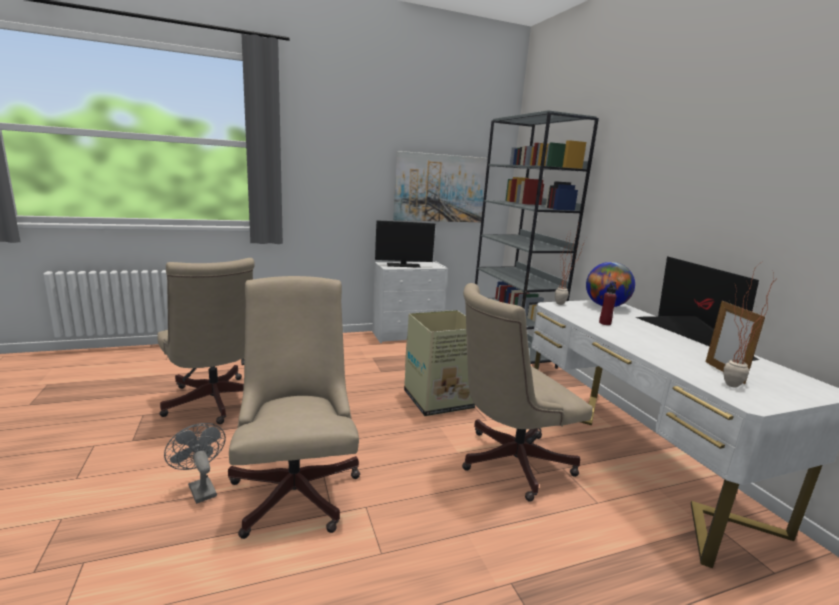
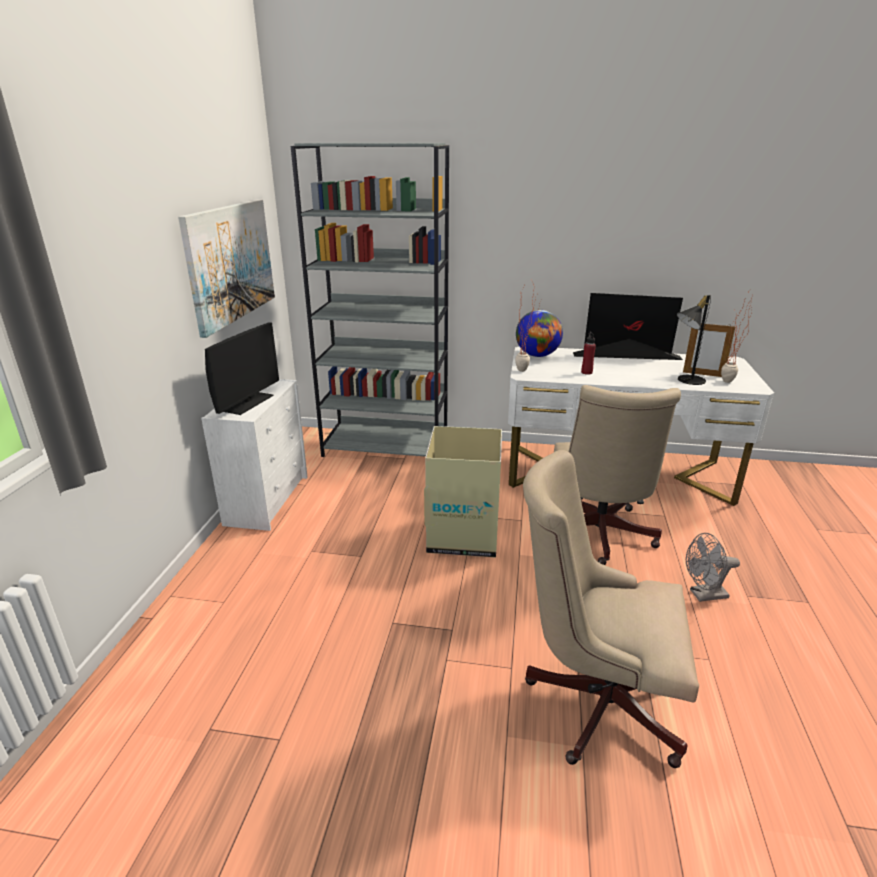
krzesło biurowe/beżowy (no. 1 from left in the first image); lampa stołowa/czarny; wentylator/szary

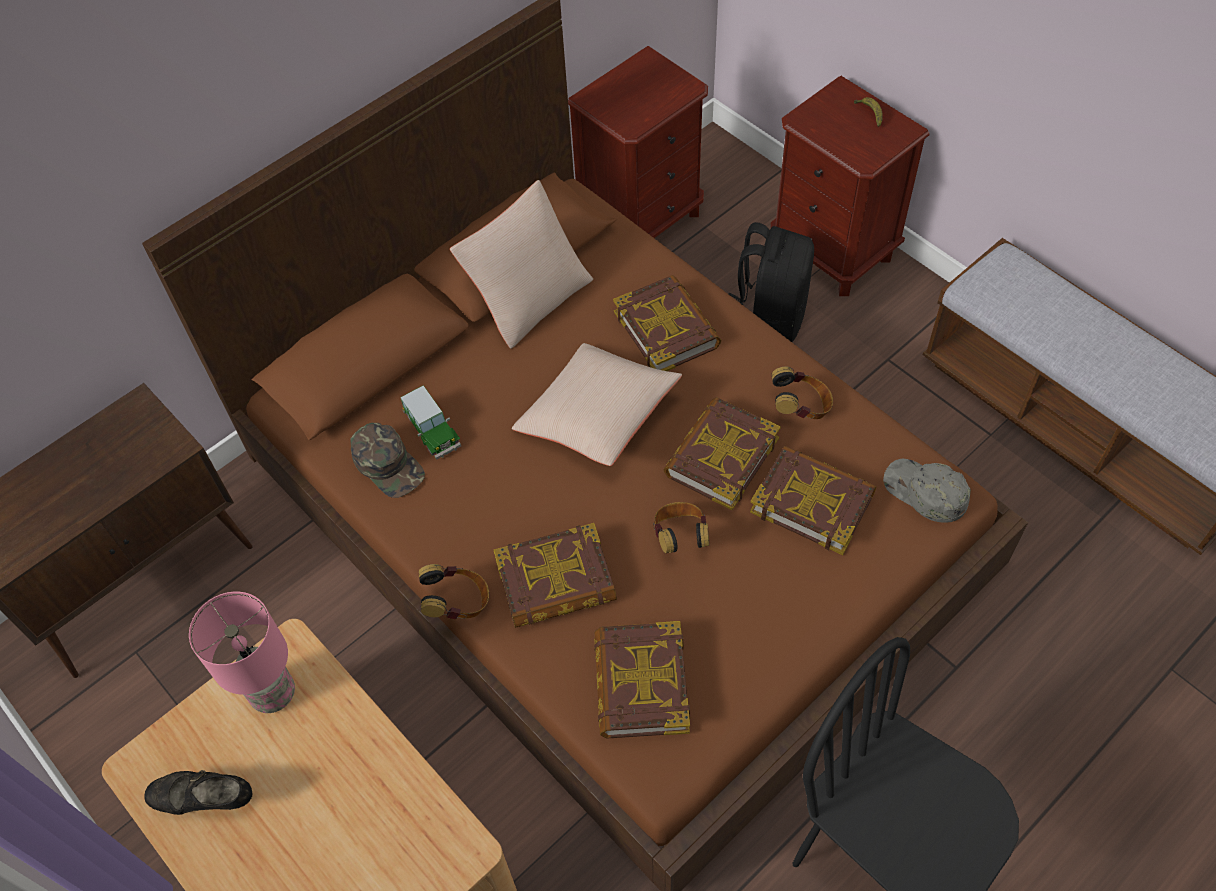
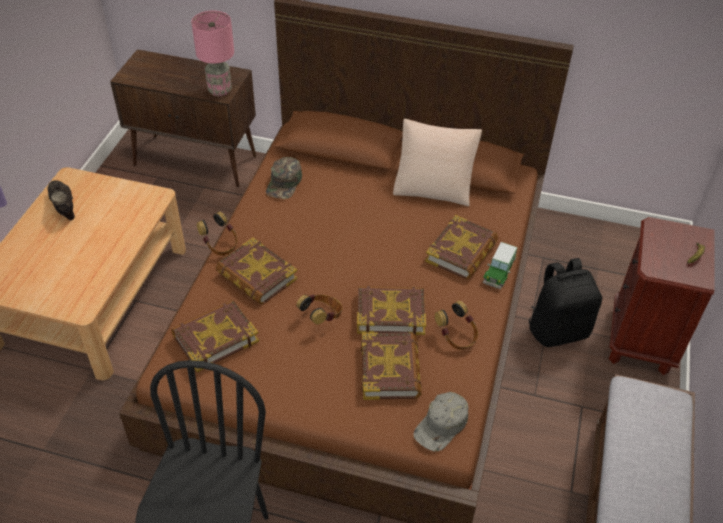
poduszka/beżowy (no. 2 from left in the first image); szafka nocna/brązowy (no. 1 from left in the first image); lampa stołowa/różowy; samochodzik; czapka z daszkiem/szary

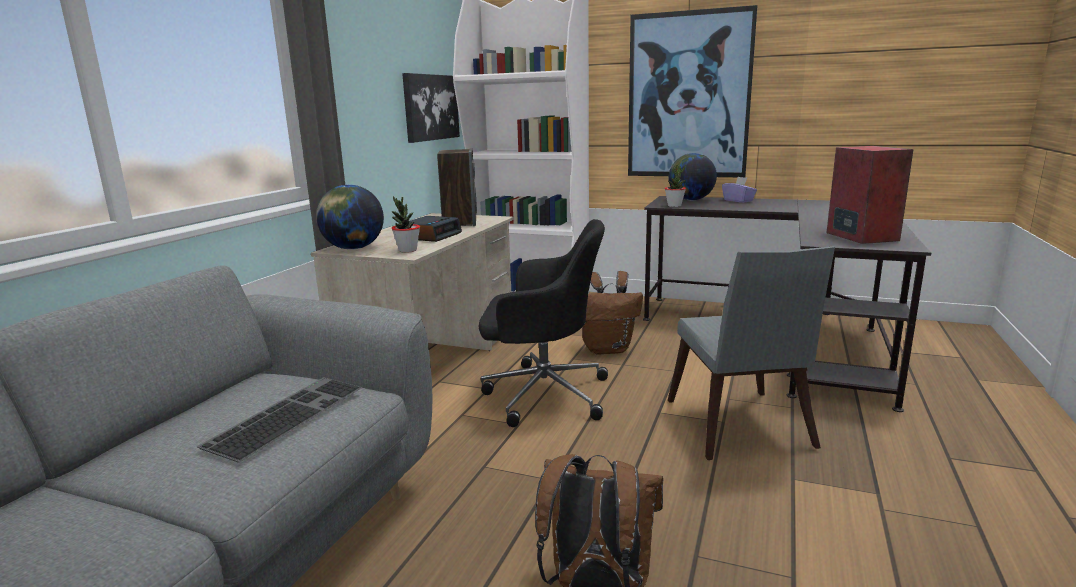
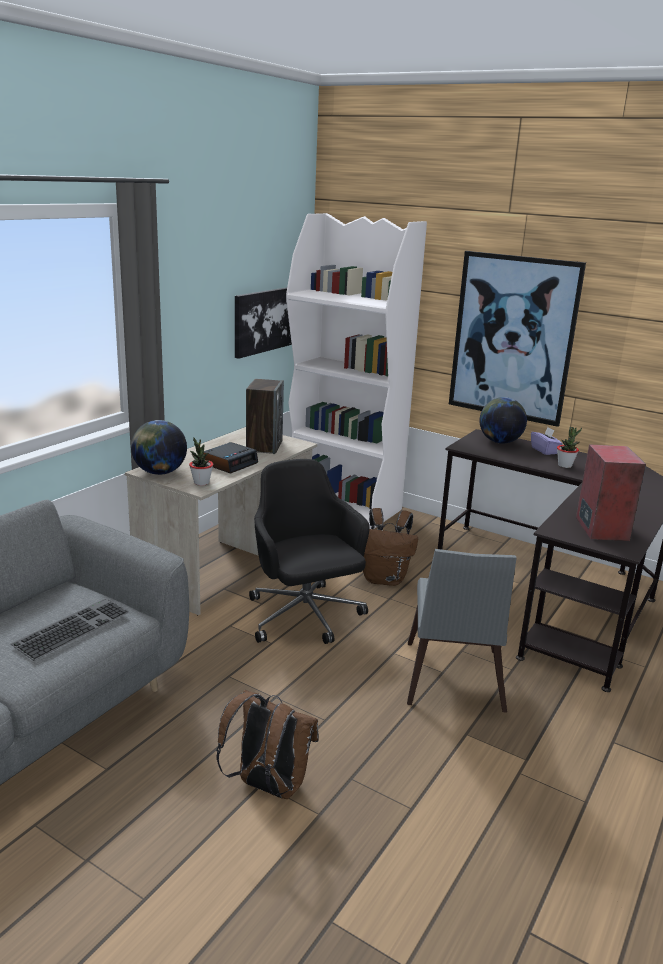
roślina doniczkowa (no. 2 from left); krzesło biurowe/czarny

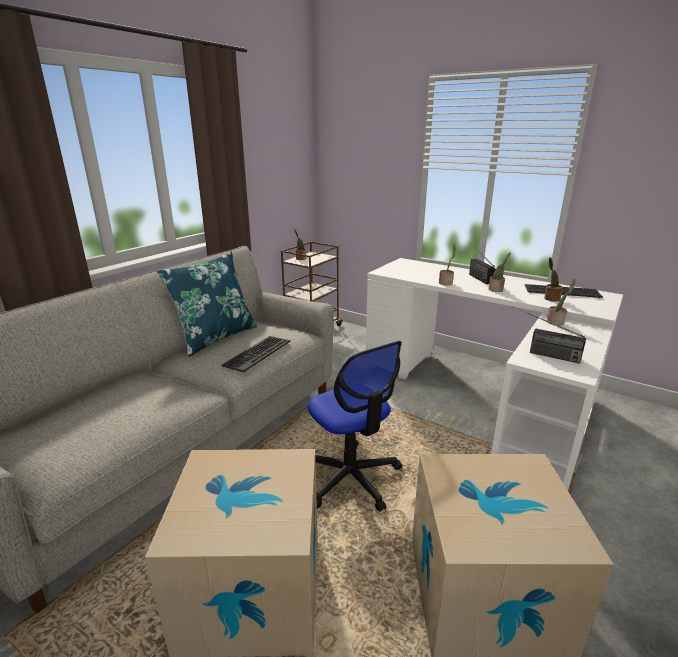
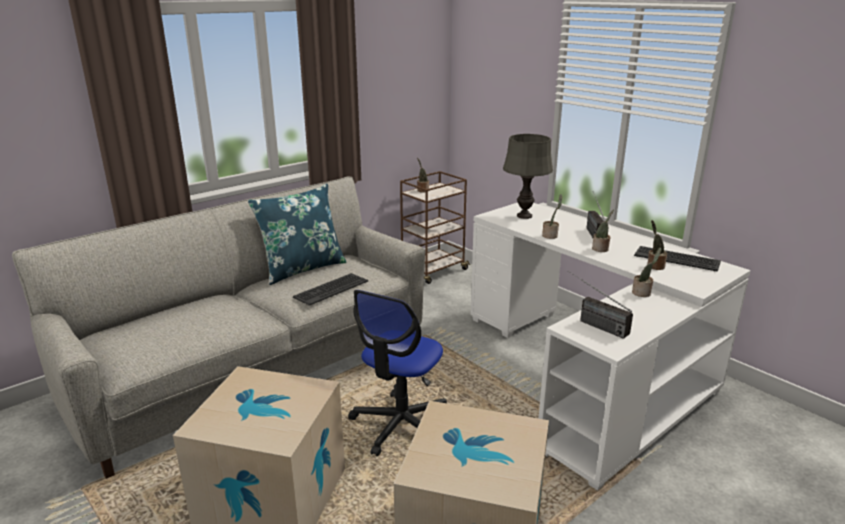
lampa stołowa/szary; krzesło biurowe

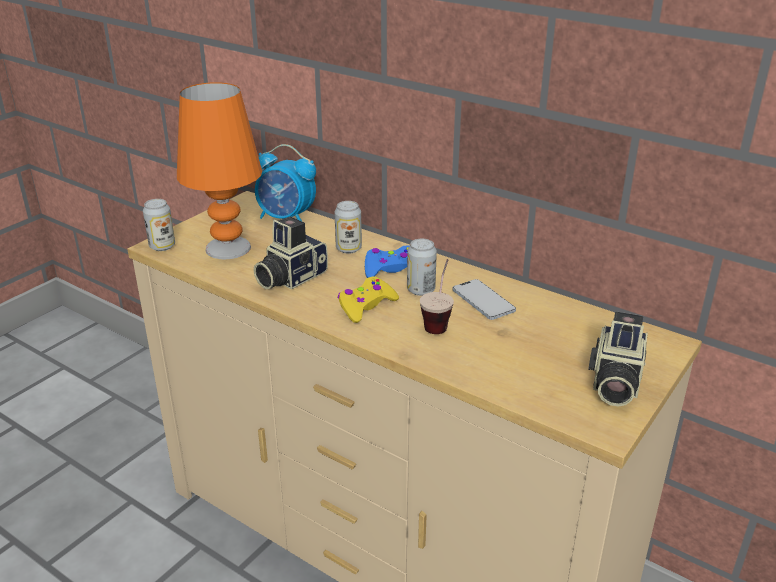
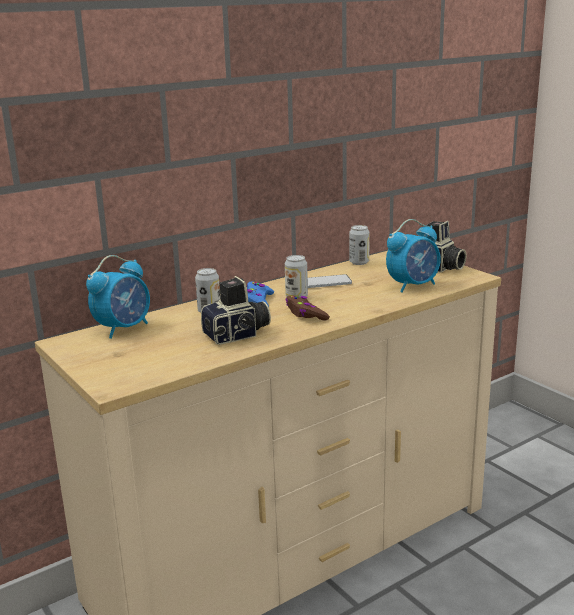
lampa stołowa/pomarańczowy; filiżanka; budzik (no. 2 from left); puszka (no. 3 from left); pad do gier/brązowy; aparat fotograficzny (no. 1 from left)

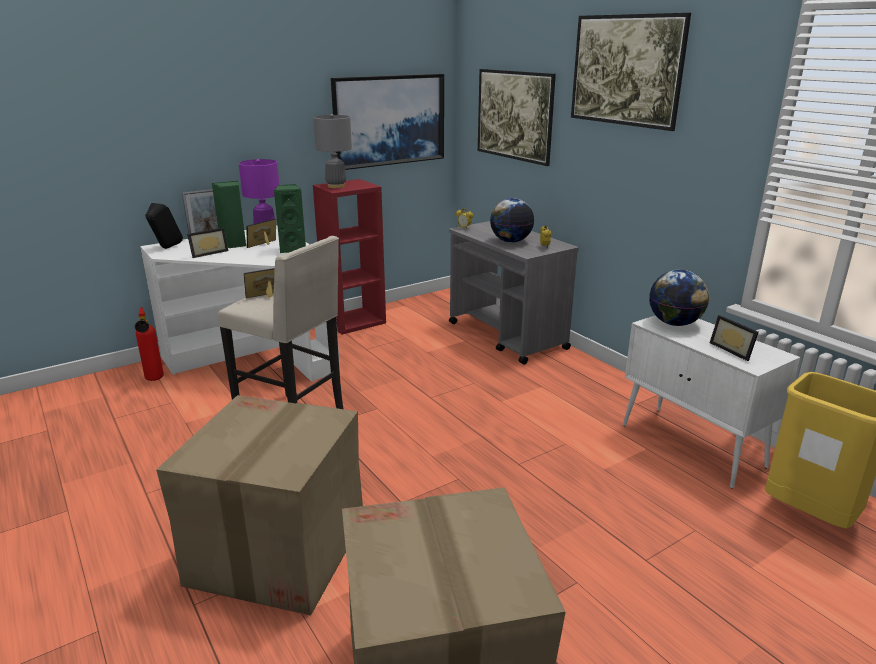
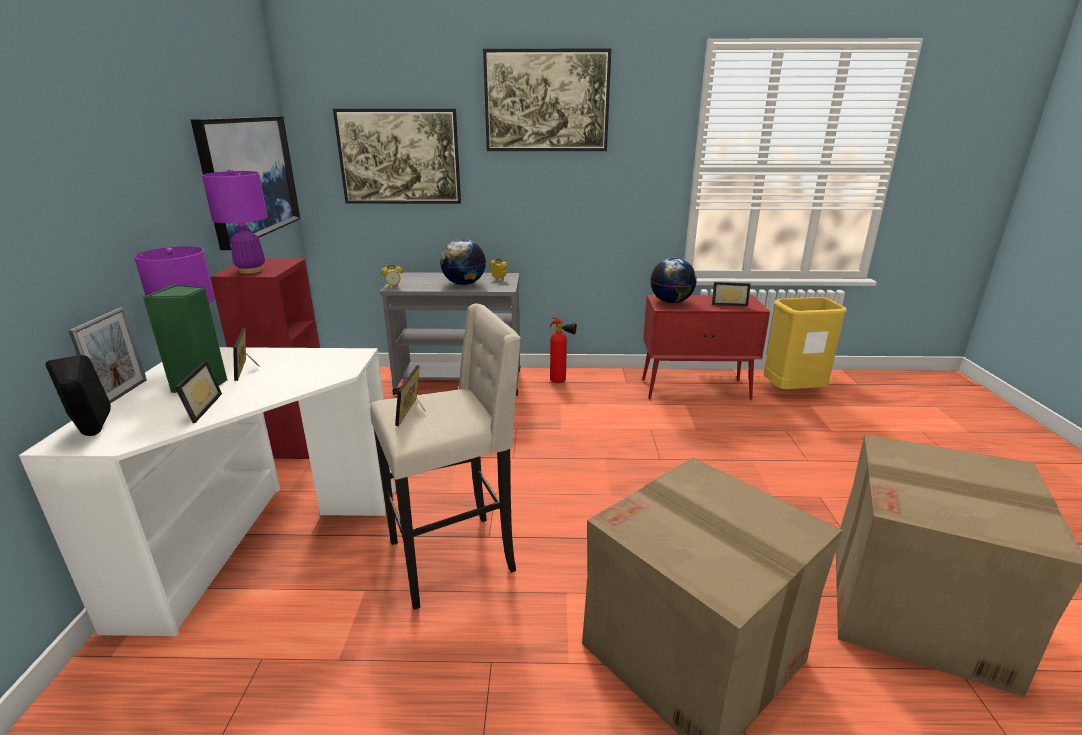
głośnik/zielony (no. 2 from left in the first image); gaśnica; lampa stołowa/fioletowy (no. 2 from left); szafka/czerwony

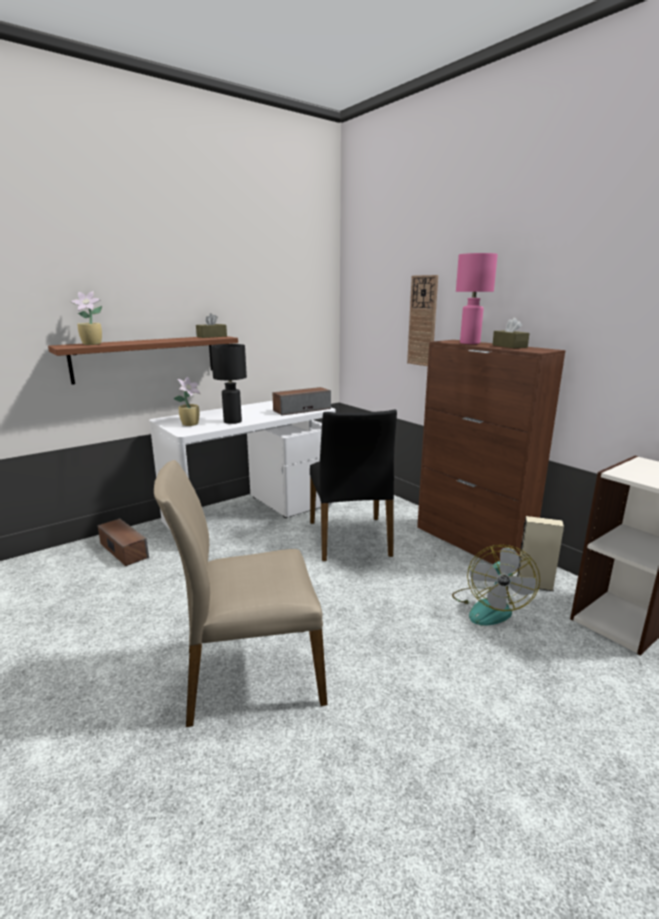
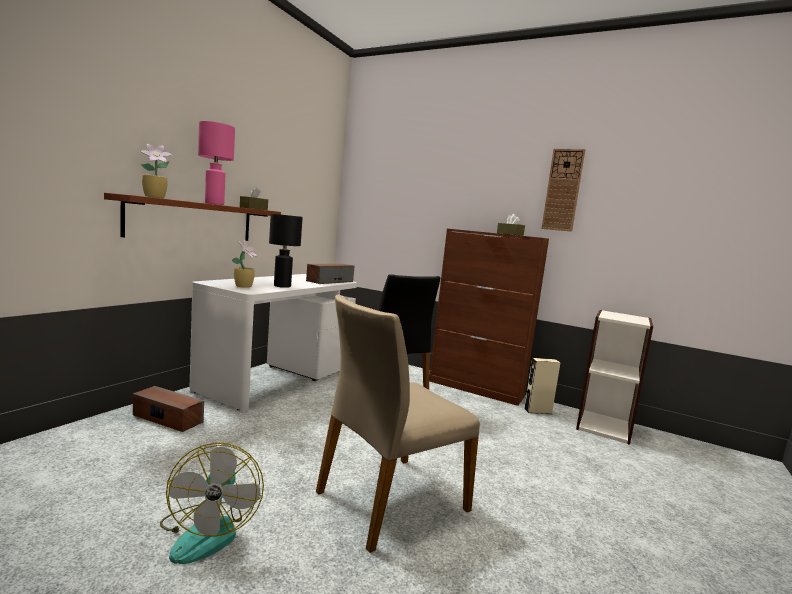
zegar ścienny; wentylator; lampa stołowa/różowy

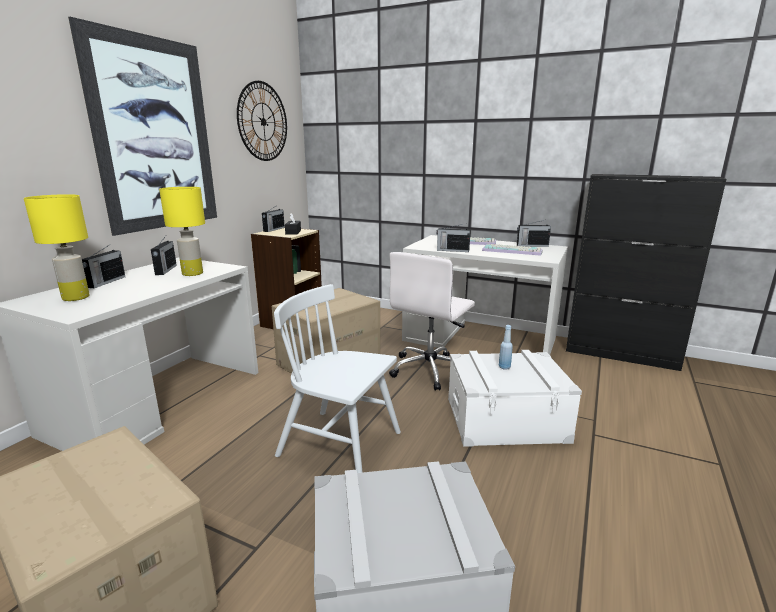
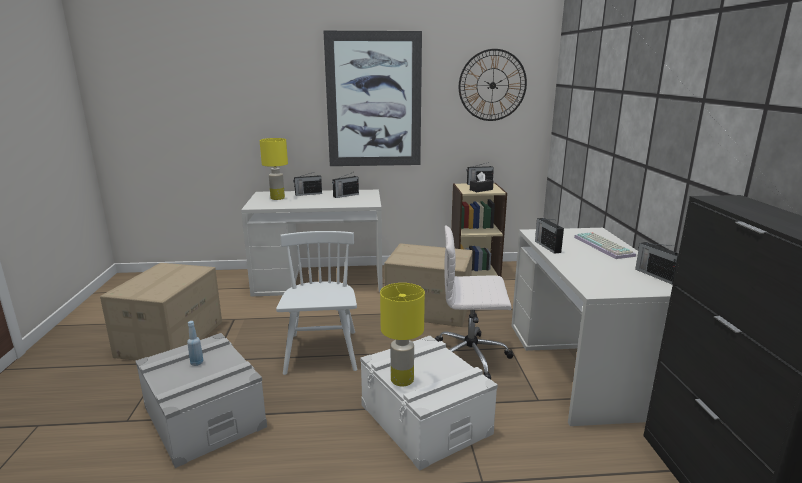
klawiatura (no. 2 from left in the first image); lampa stołowa/żółty (no. 2 from left); butelka/niebieski

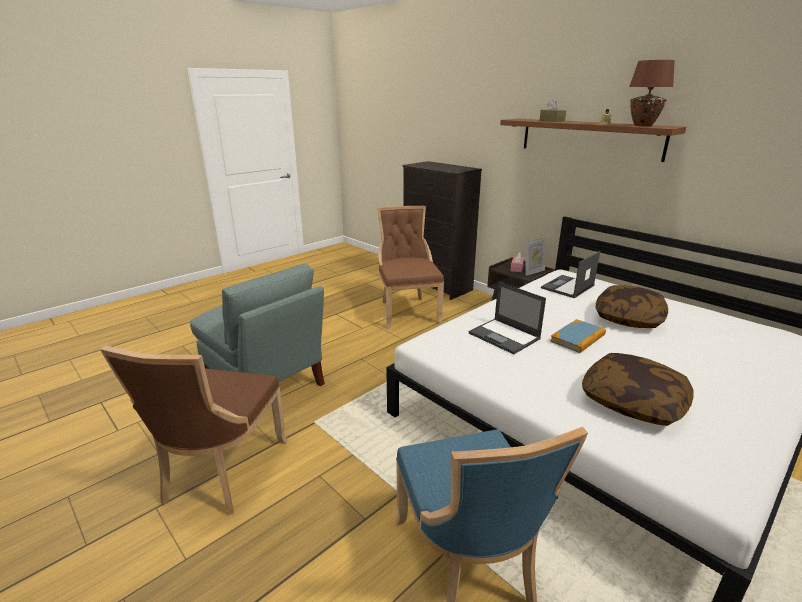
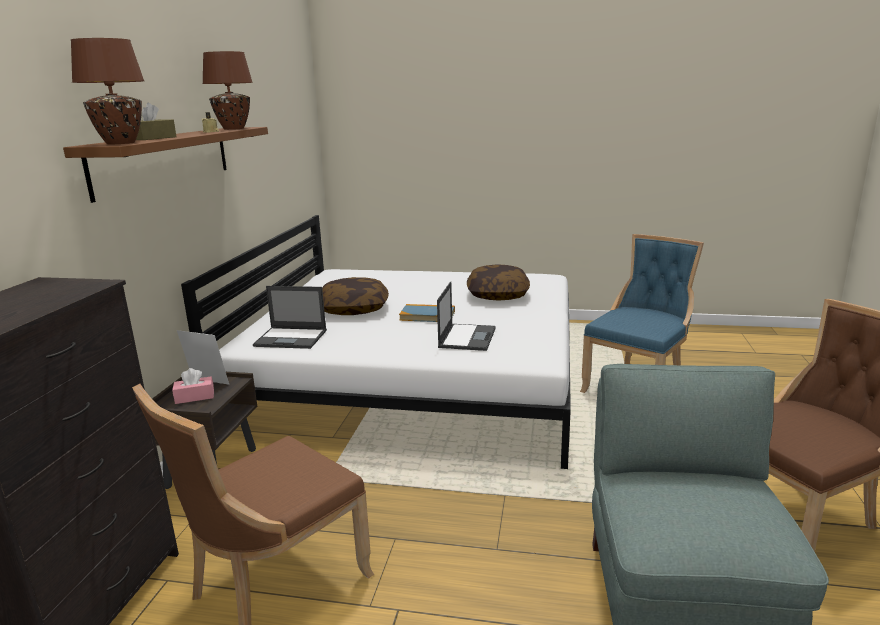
lampa stołowa/brązowy (no. 1 from left)

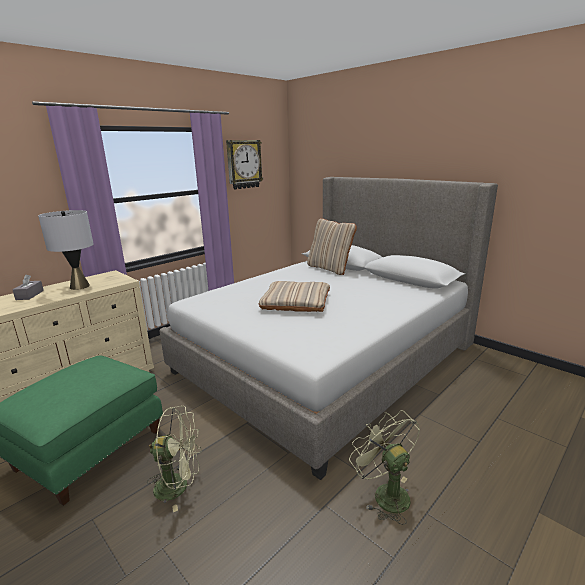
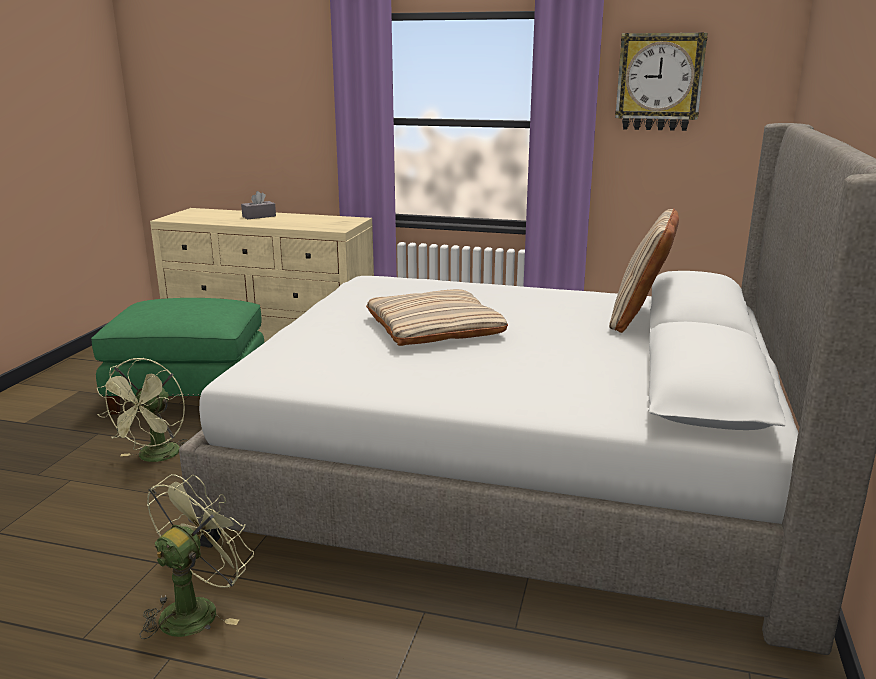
lampa stołowa/szary; wentylator/zielony (no. 1 from left)

